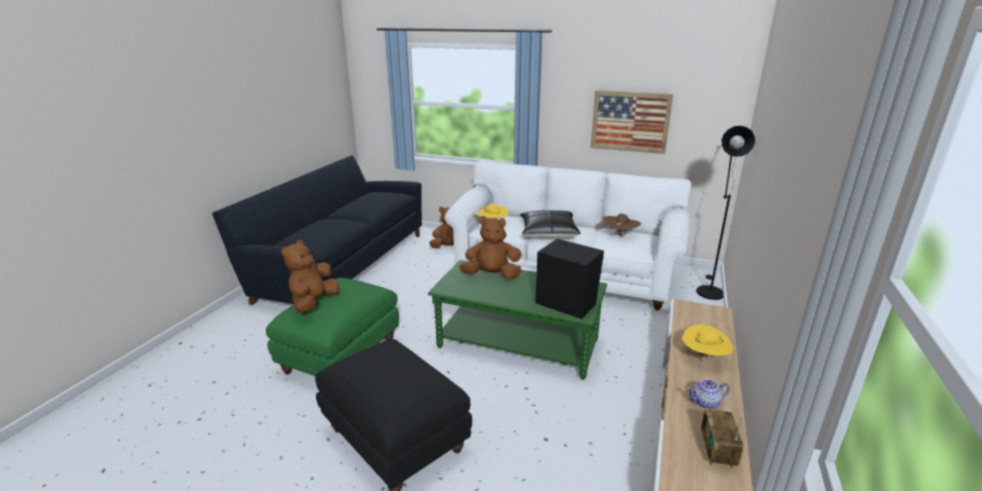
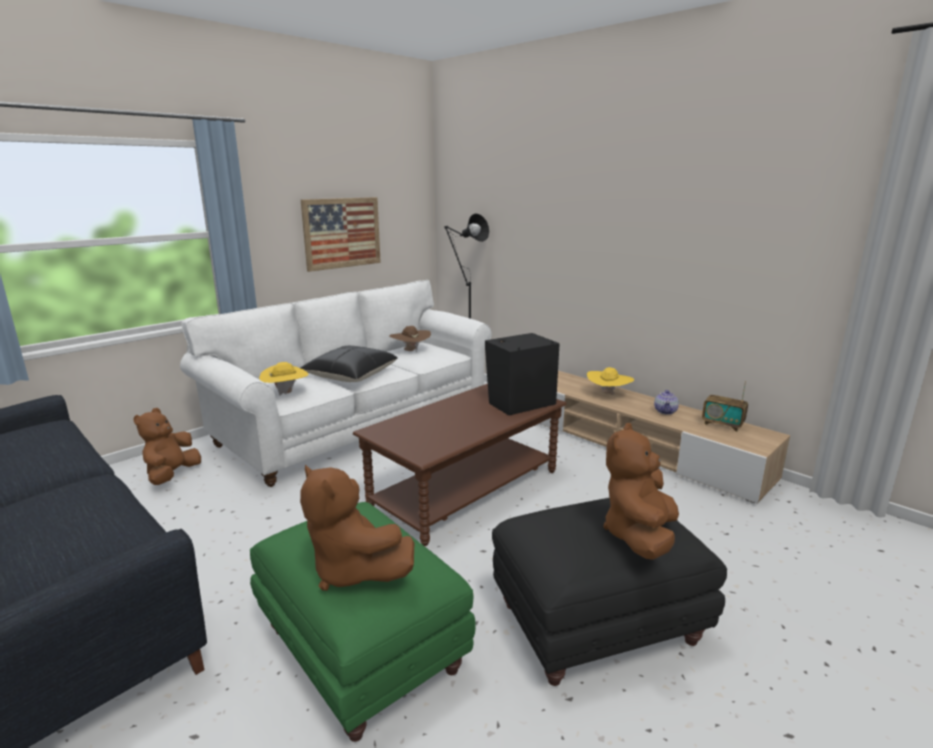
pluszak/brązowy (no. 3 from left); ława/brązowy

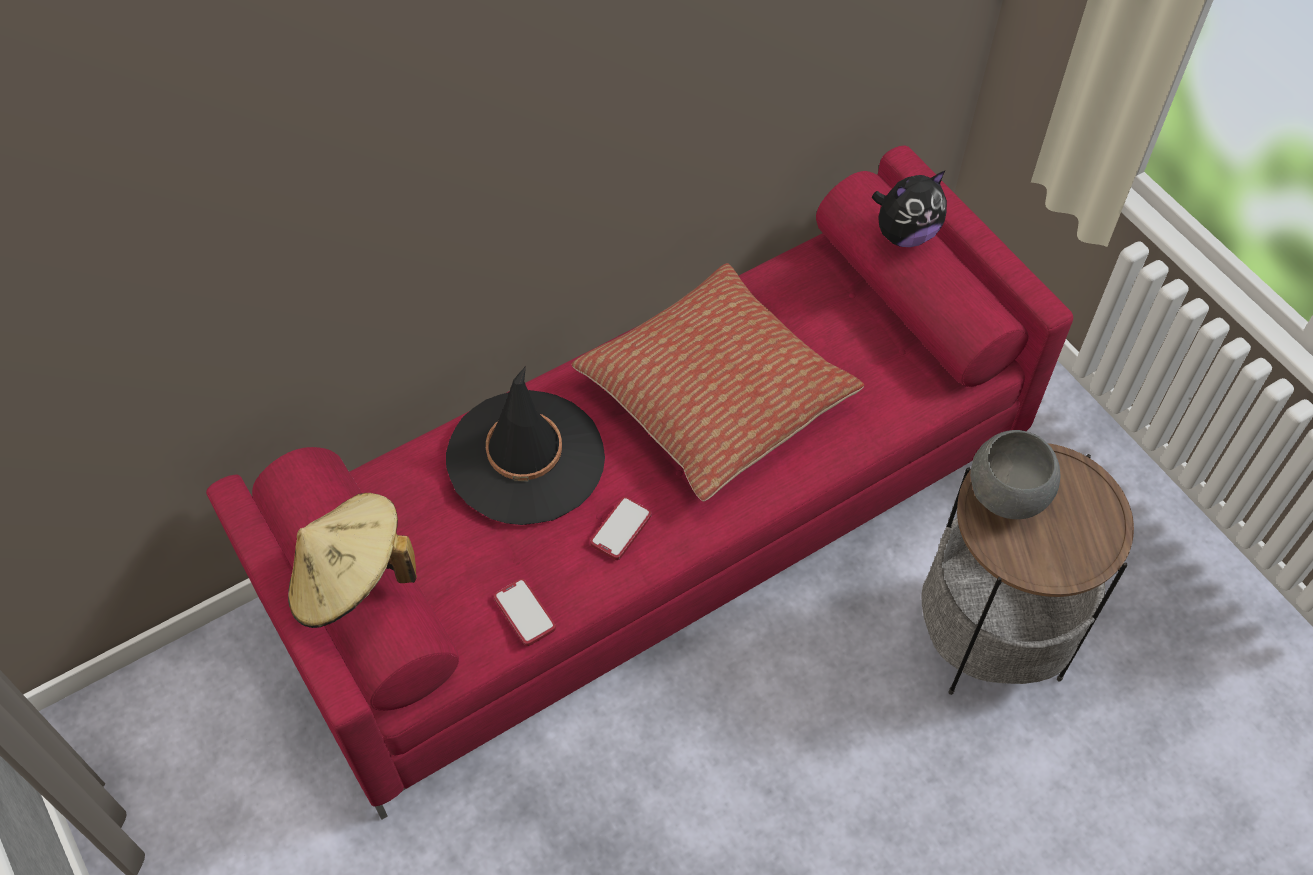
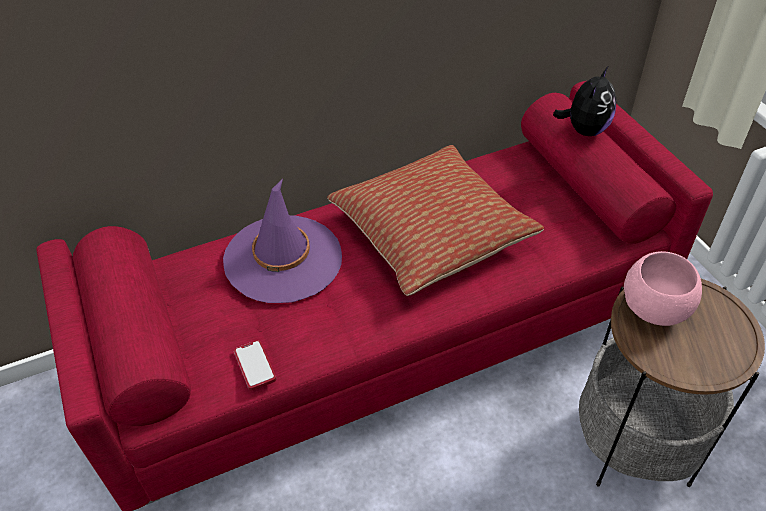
kapelusz/beżowy; telefon (no. 2 from left in the first image); kapelusz/fioletowy; miska/różowy; pluszak

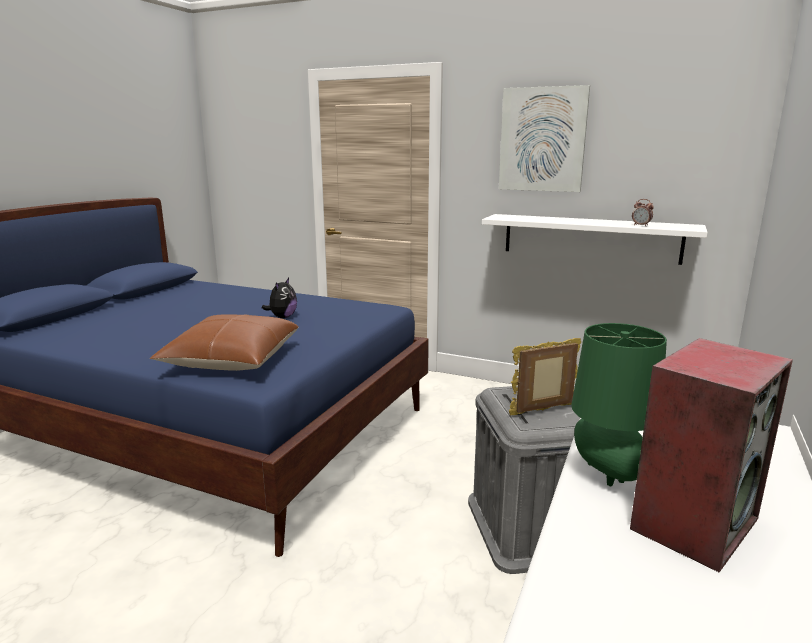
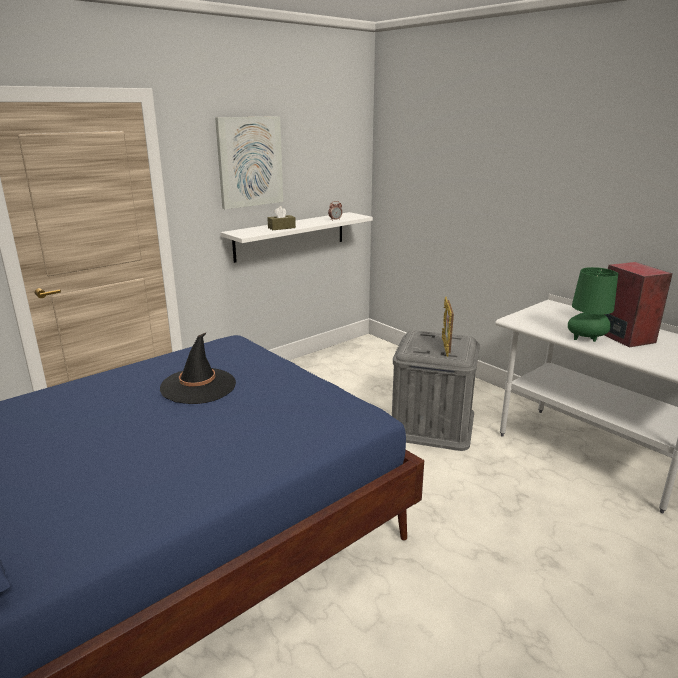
poduszka/brązowy; pudełko chusteczek/brązowy; kapelusz/czarny

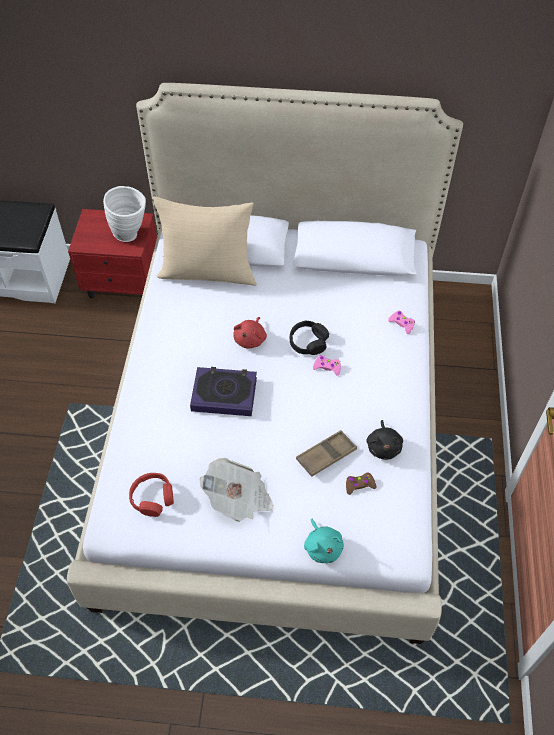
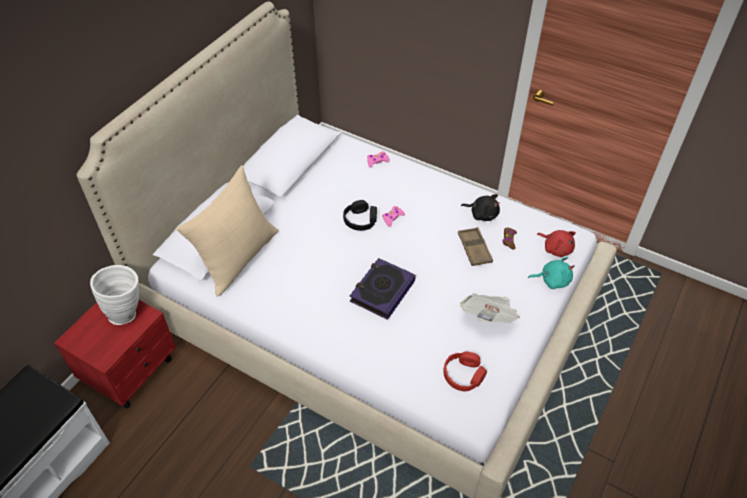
pluszak/czerwony

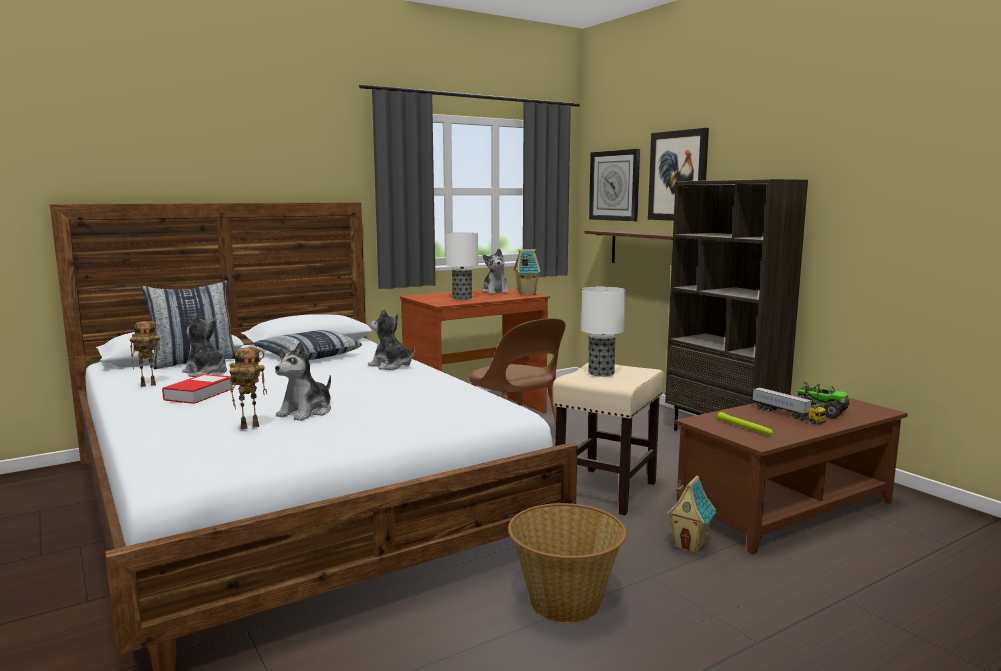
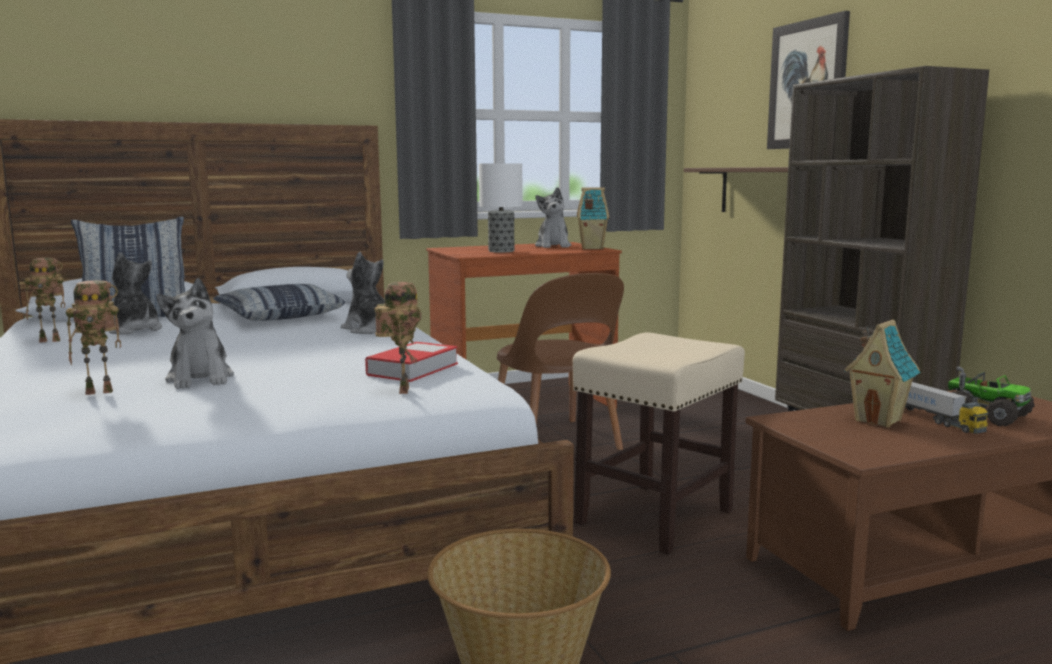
lampa stołowa (no. 2 from left in the first image); zegar ścienny; latarka/zielony; robot zabawkowy (no. 3 from left); książka; domek (no. 2 from left); pluszak (no. 2 from left)

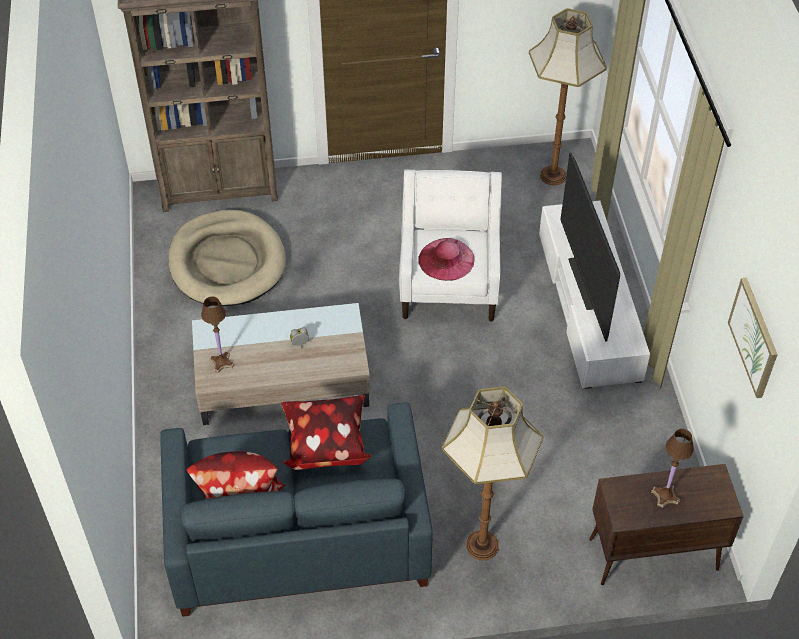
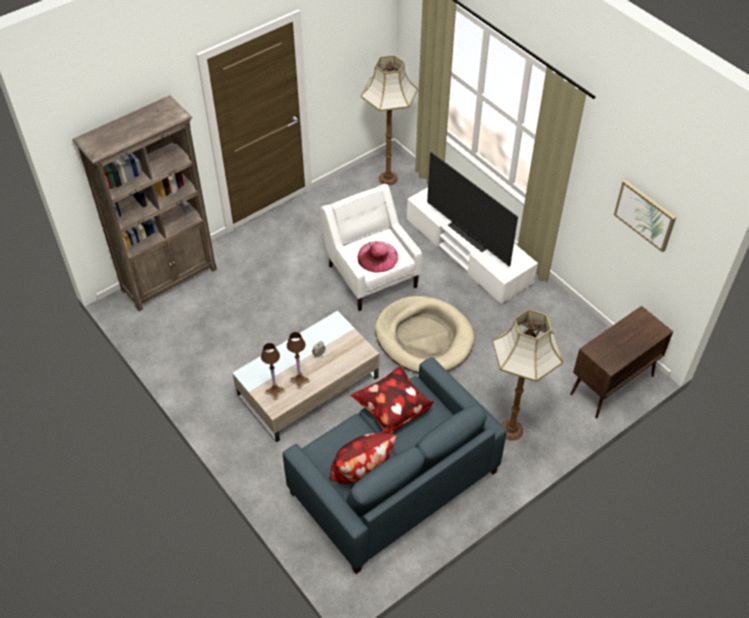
legowisko/beżowy; lampa stołowa/brązowy (no. 2 from left)

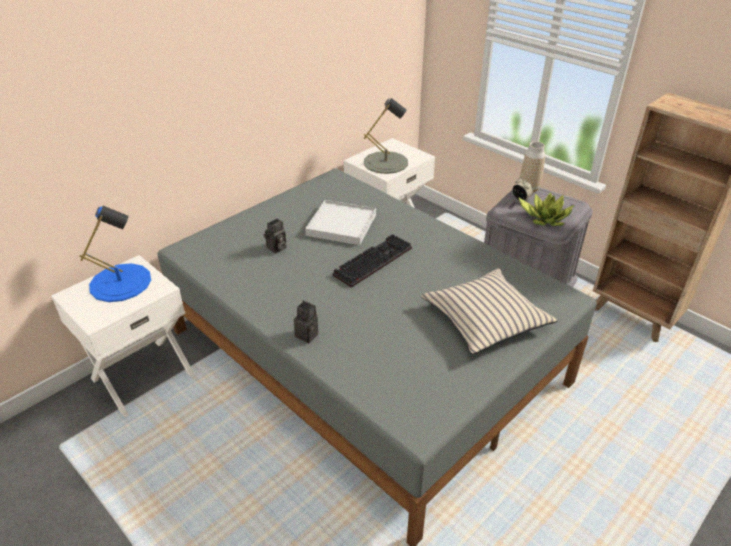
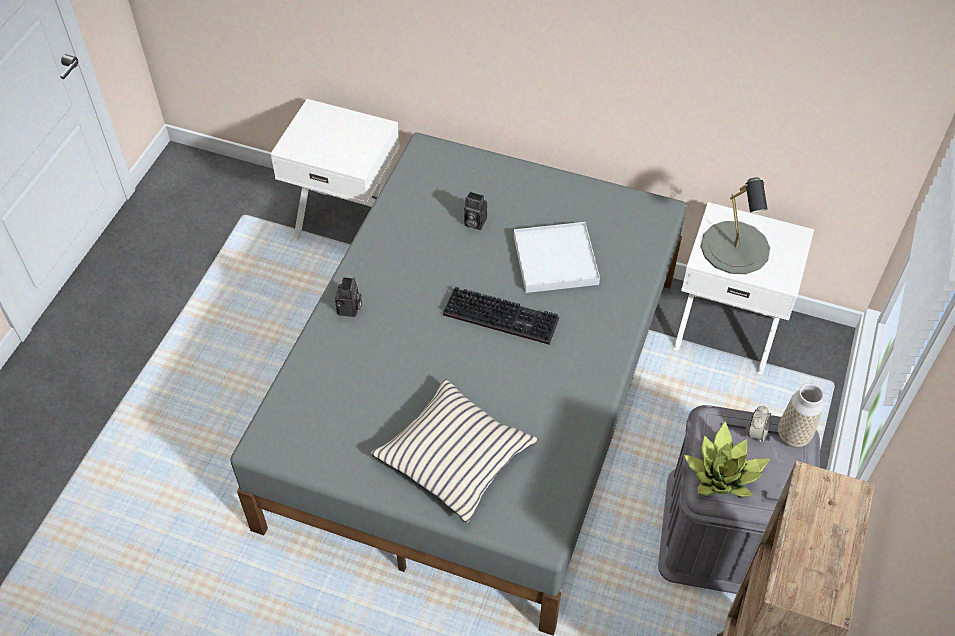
lampa stołowa/niebieski

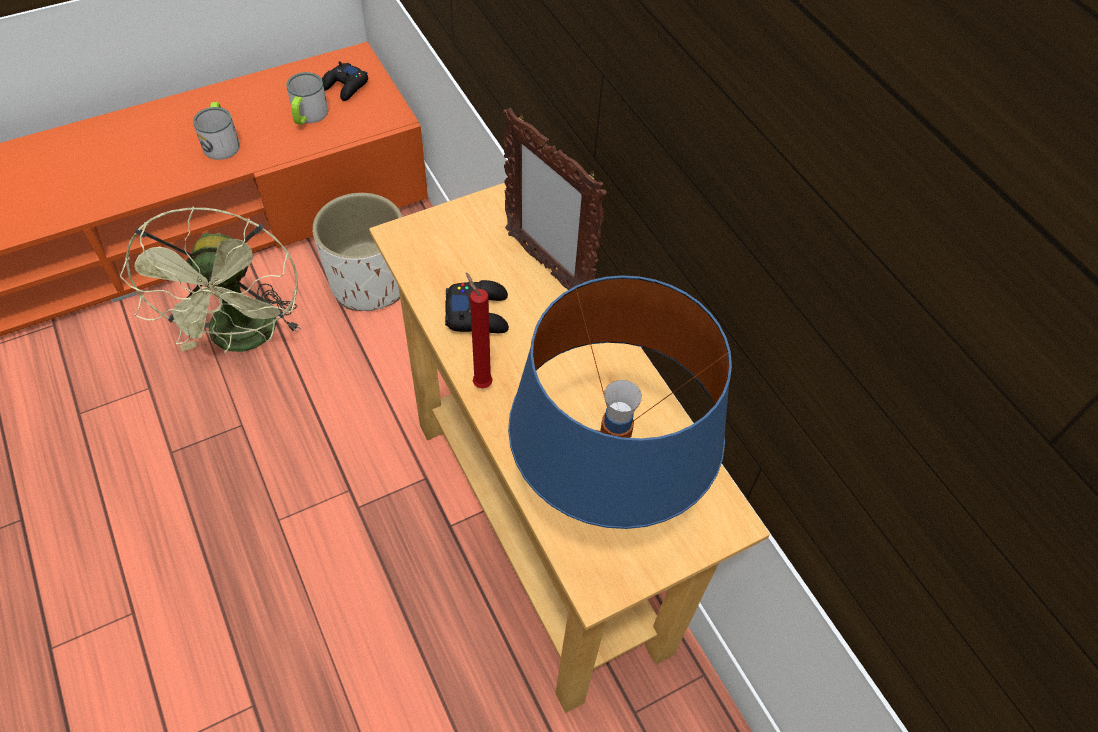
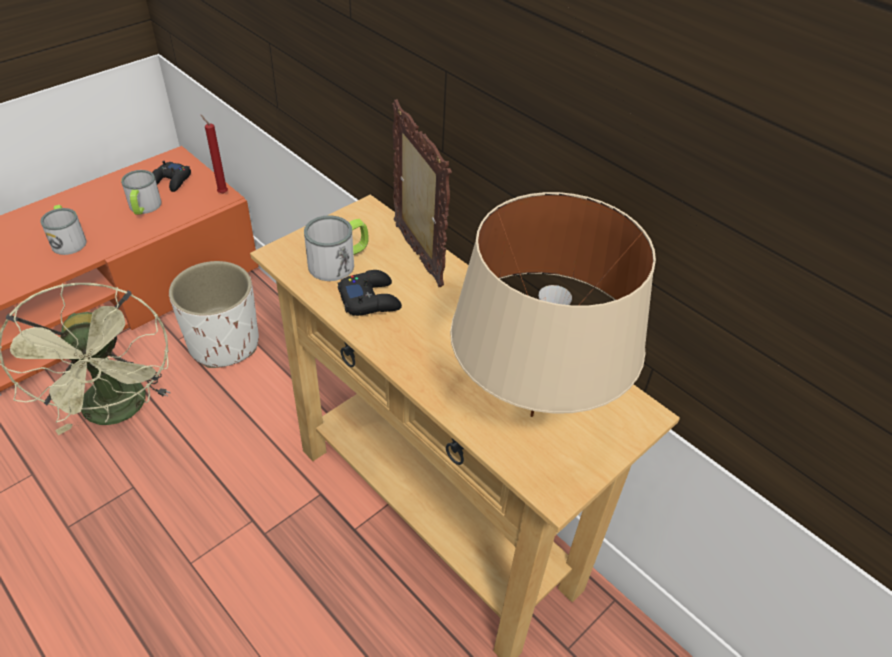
kubek (no. 3 from left); świeca/czerwony; lampa stołowa/beżowy; ramka na zdjęcie

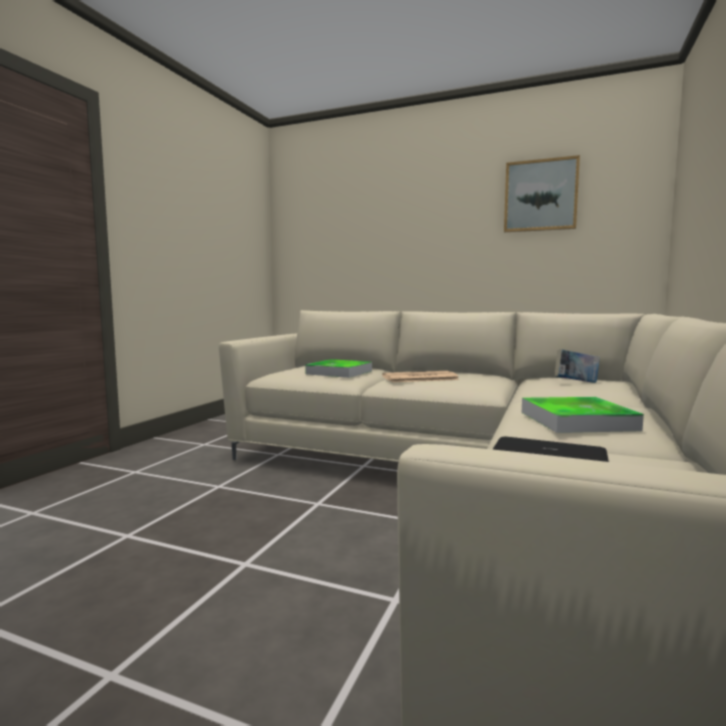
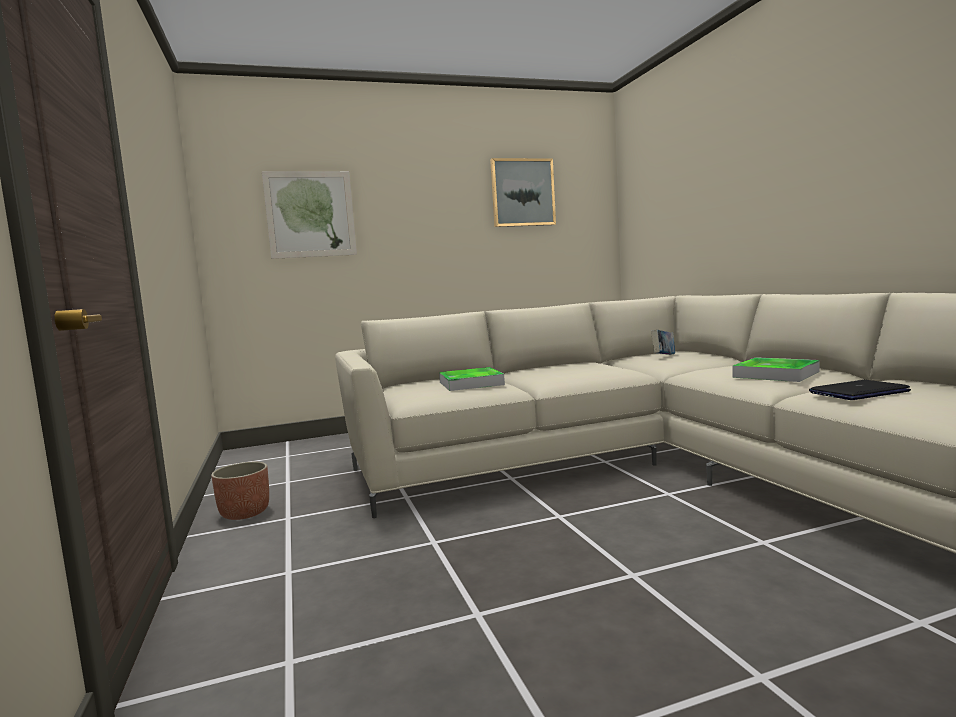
gazeta; donica; obraz (no. 1 from left)

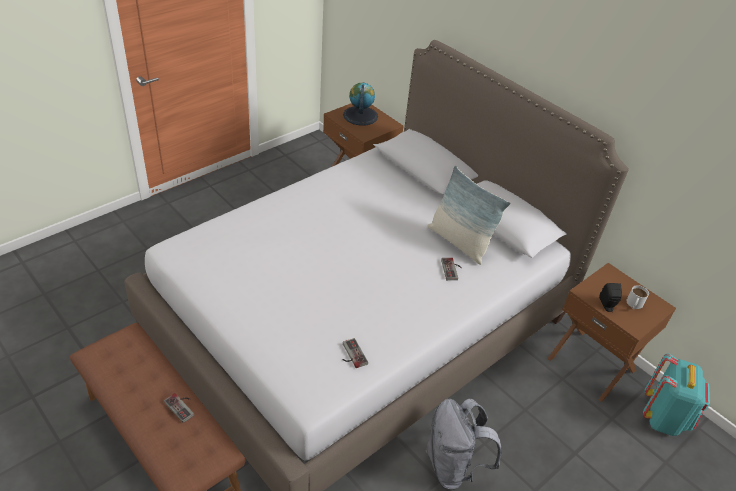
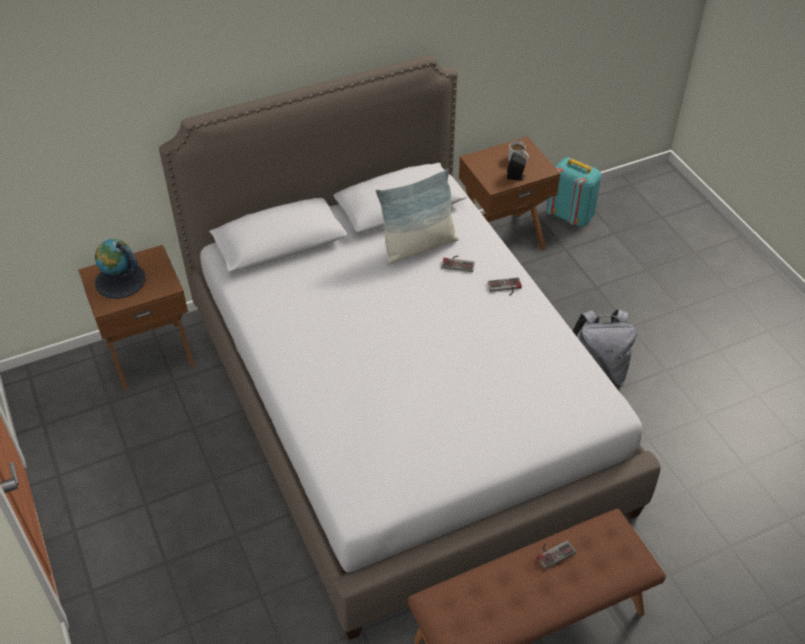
pad do gier (no. 2 from left)

